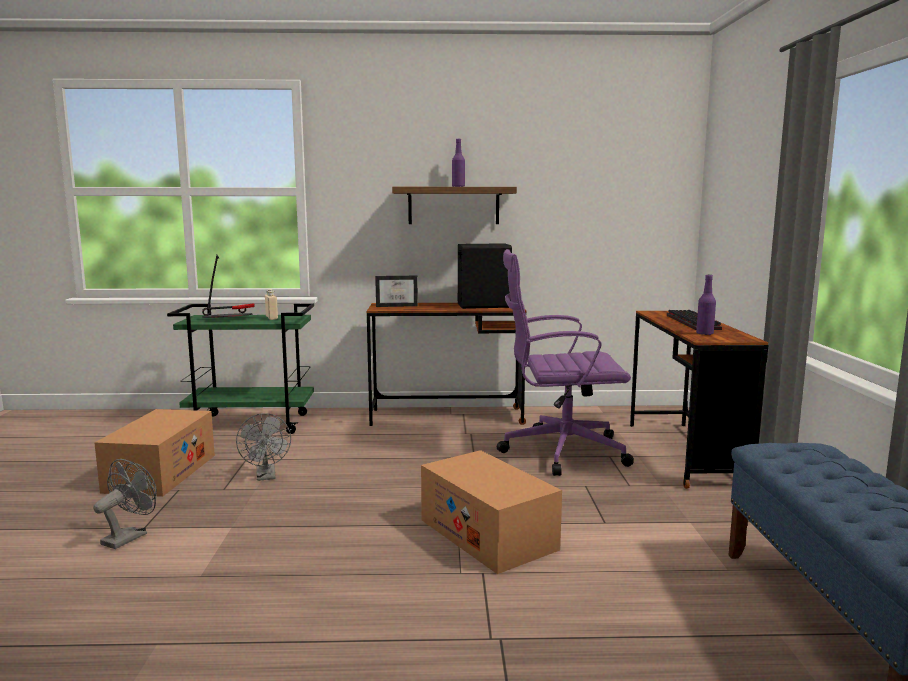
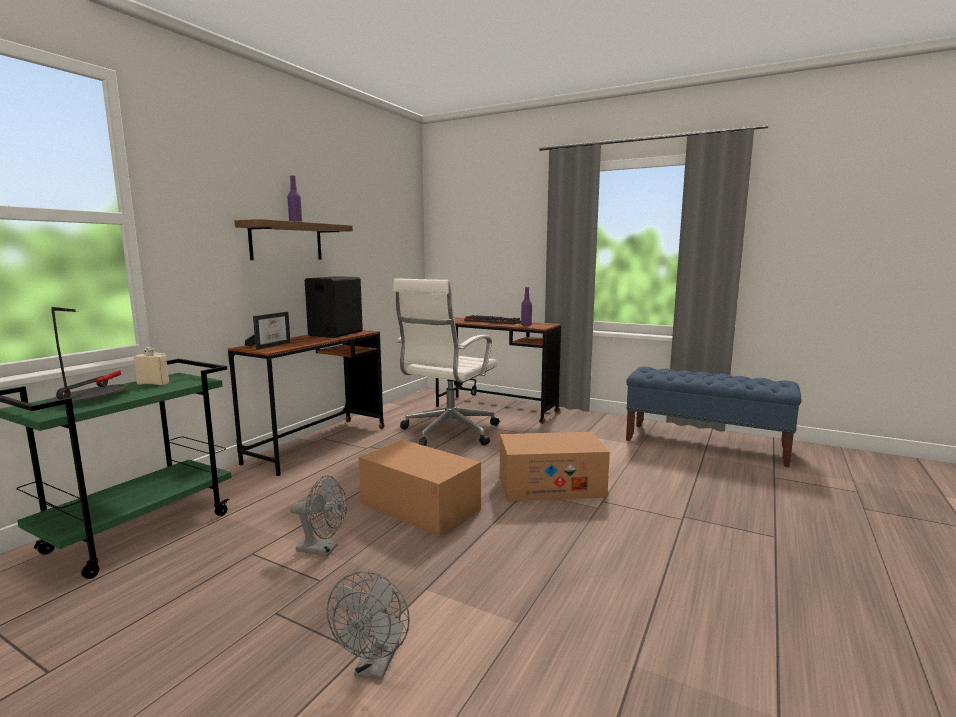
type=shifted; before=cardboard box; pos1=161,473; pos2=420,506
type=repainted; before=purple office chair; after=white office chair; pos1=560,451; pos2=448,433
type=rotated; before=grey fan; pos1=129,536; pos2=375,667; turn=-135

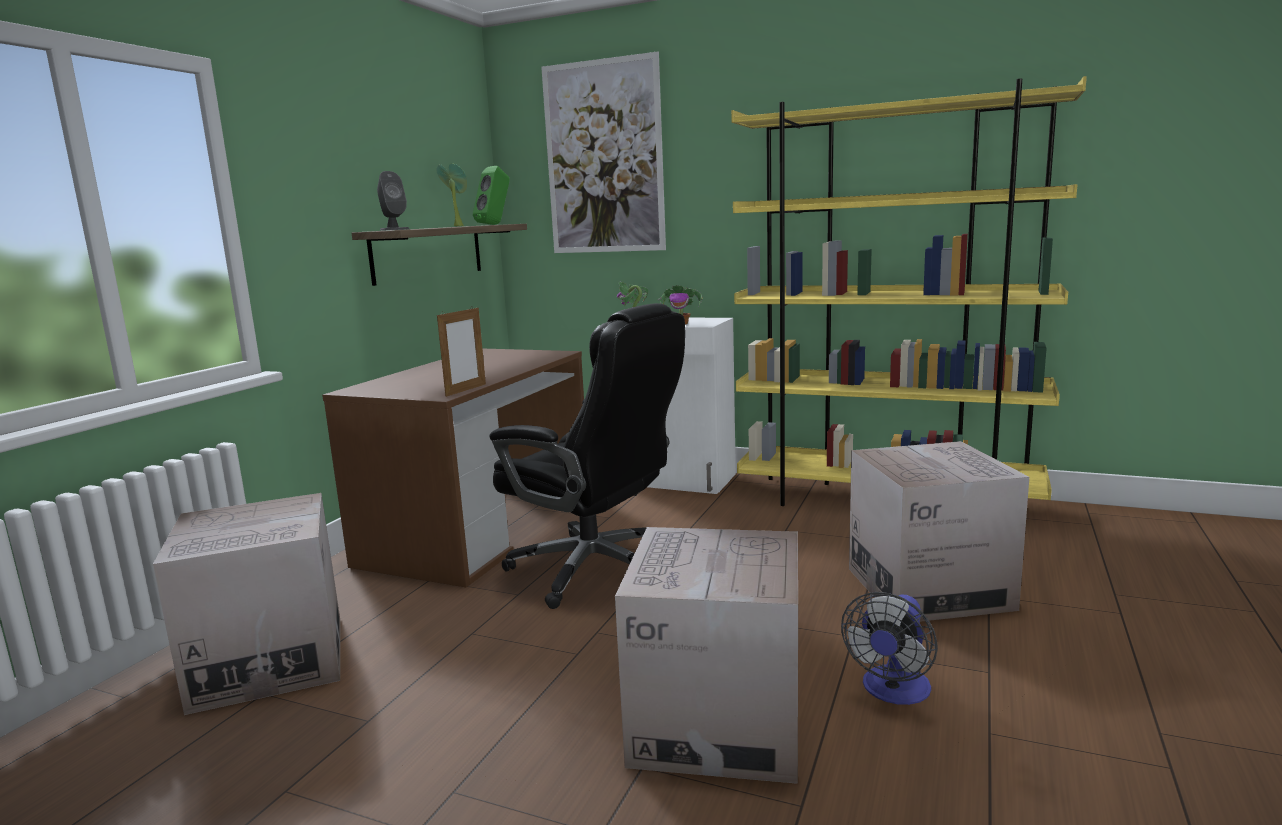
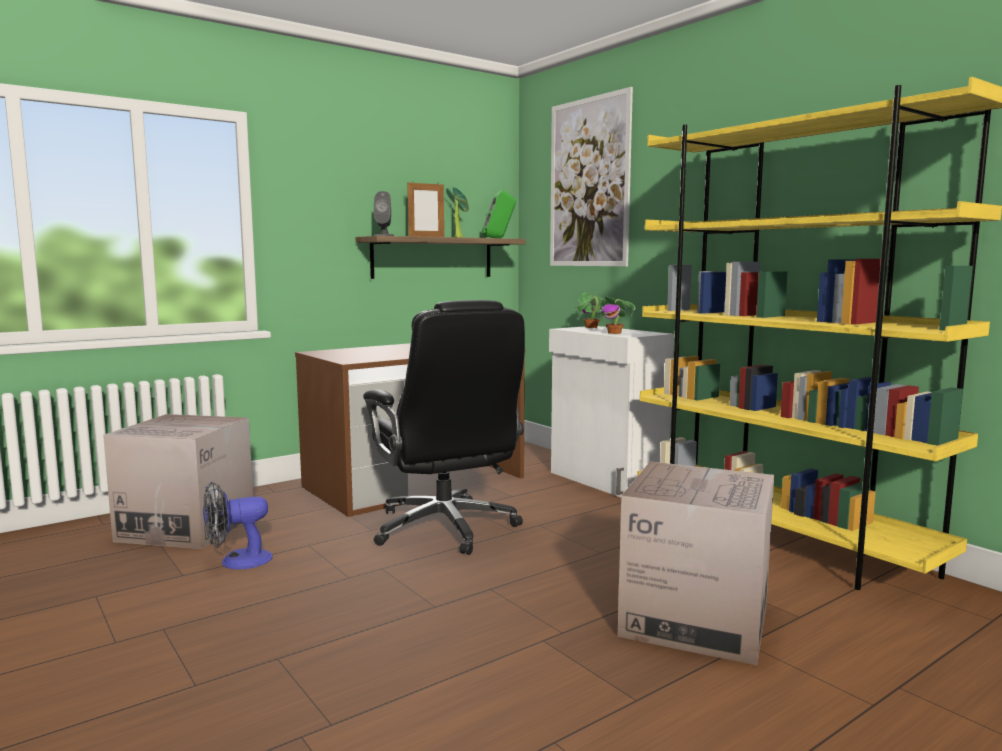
type=gone; before=cardboard box; pos1=717,722
type=shifted; before=picture frame; pos1=466,390; pos2=426,237
type=shifted; before=fan; pos1=893,691; pos2=237,561

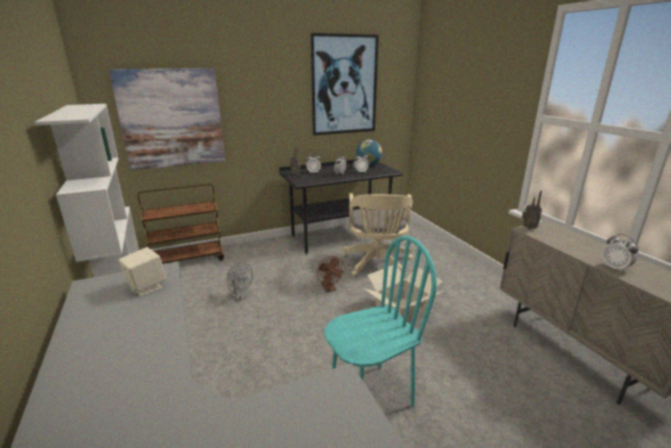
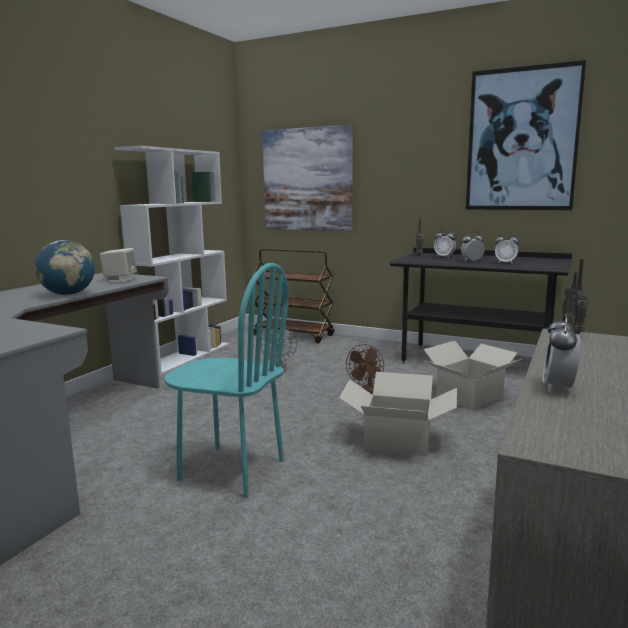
type=shifted; before=globe; pos1=368,165; pos2=68,294
type=swapped; before=beige office chair; after=cardboard box; pos1=377,264; pos2=468,396

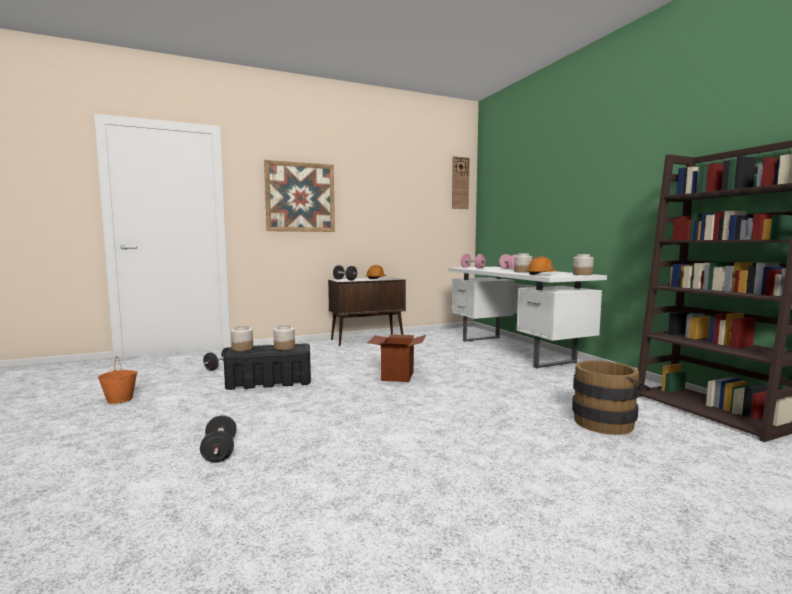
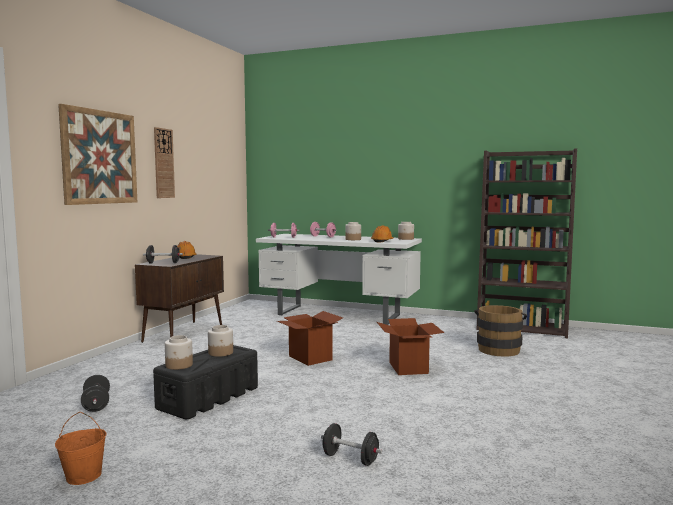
type=new; after=cardboard box; pos2=408,368
type=shifted; before=wall clock; pos1=460,183; pos2=163,163

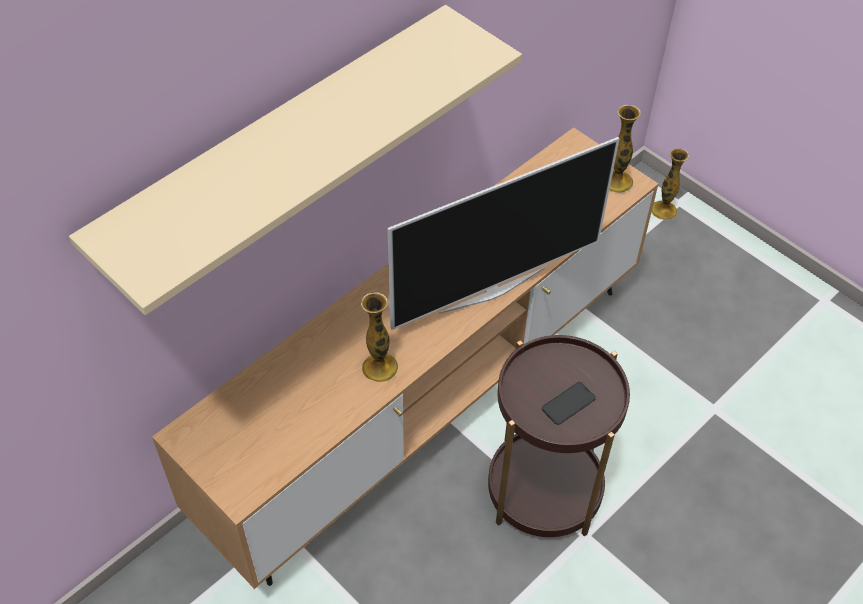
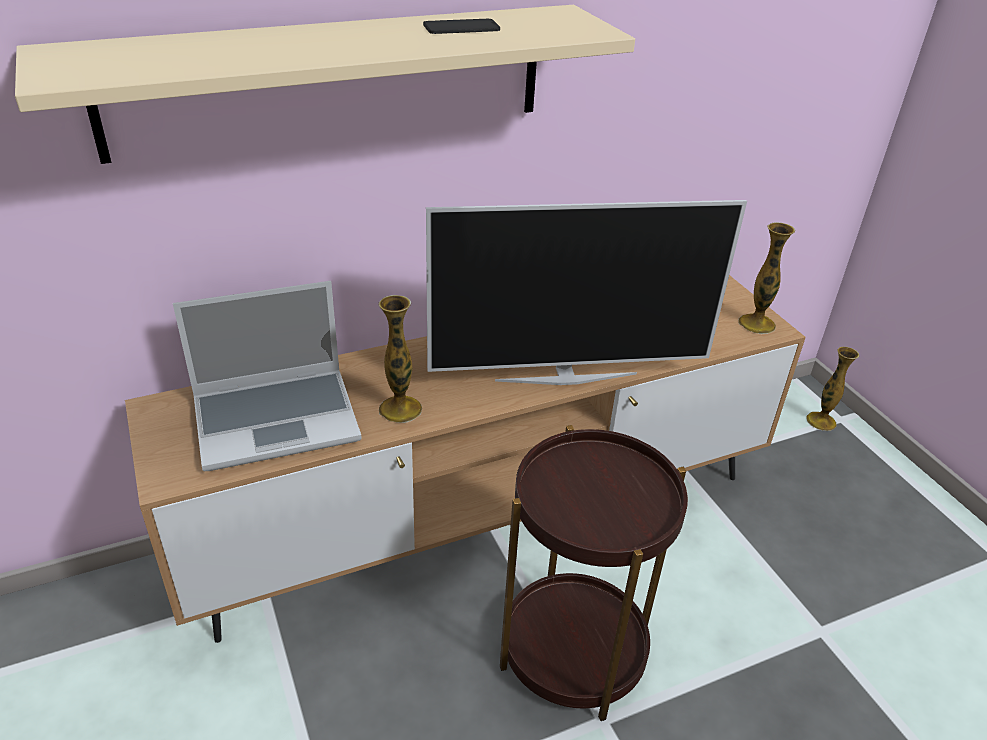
type=new; after=laptop; pos2=278,419
type=shifted; before=phone; pos1=568,403; pos2=461,28

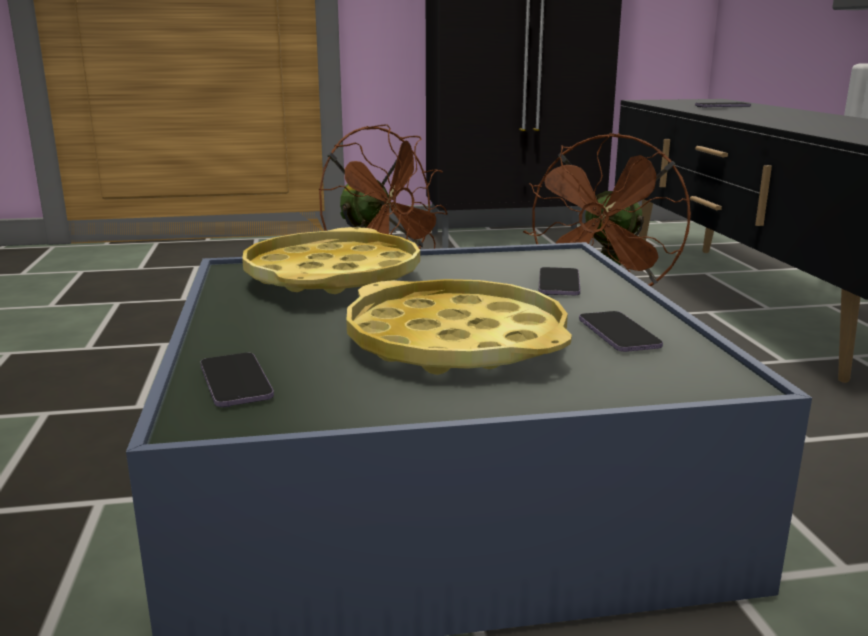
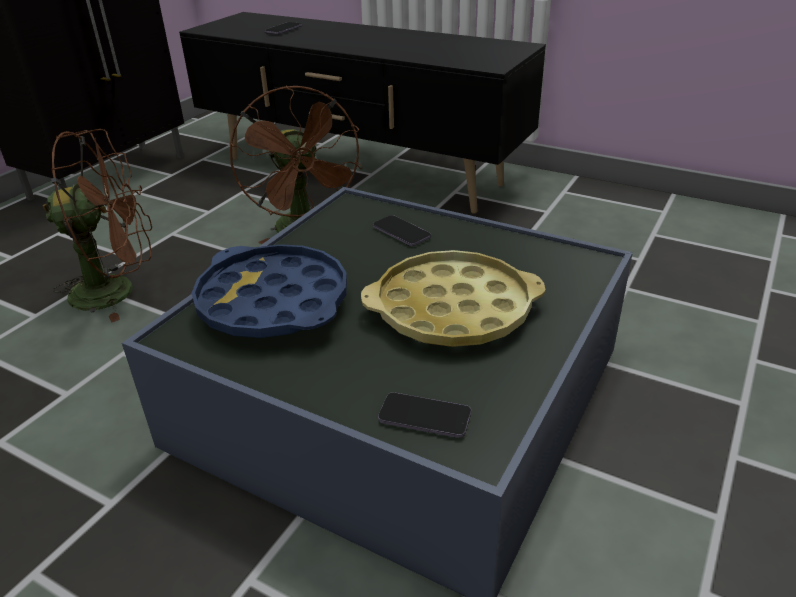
type=gone; before=phone; pos1=618,334
type=repainted; before=yellow tray; after=blue tray; pos1=332,277; pos2=273,302

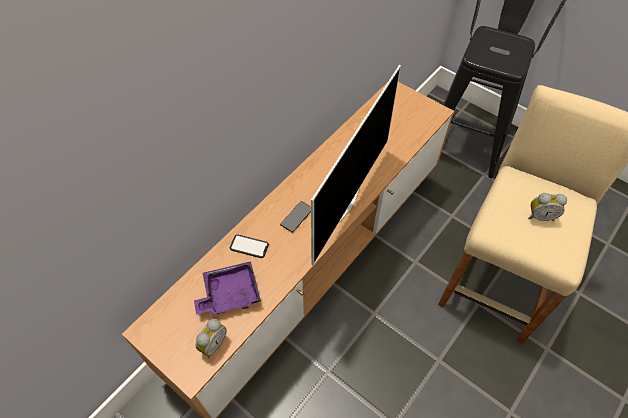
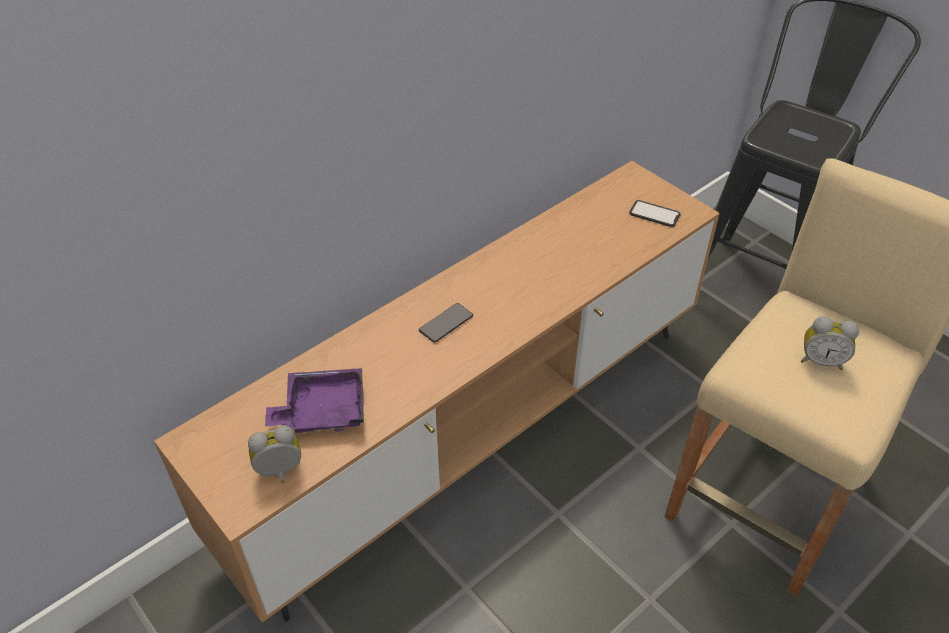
type=gone; before=television; pos1=344,203
type=shifted; before=phone; pos1=249,246; pos2=654,214
type=rotated; before=alarm clock; pos1=212,344; pos2=280,473; turn=-150

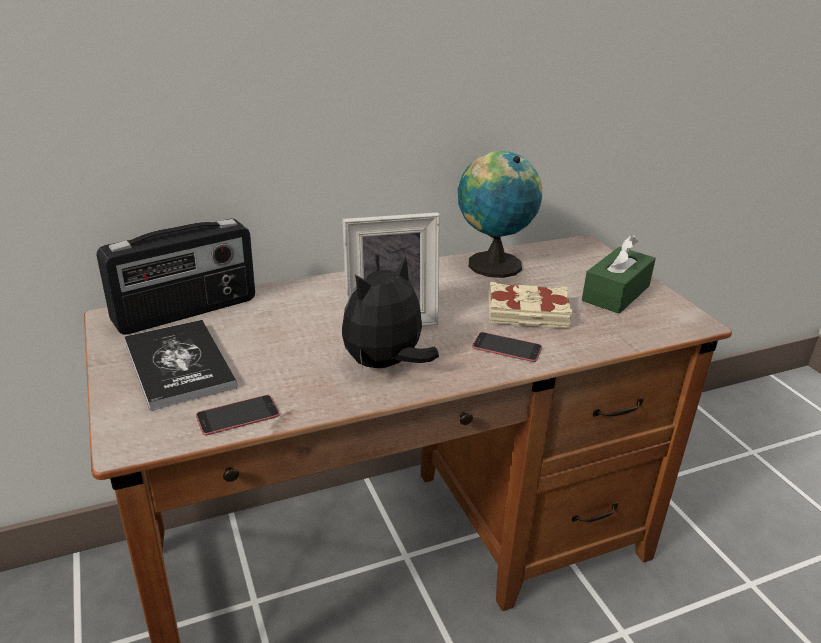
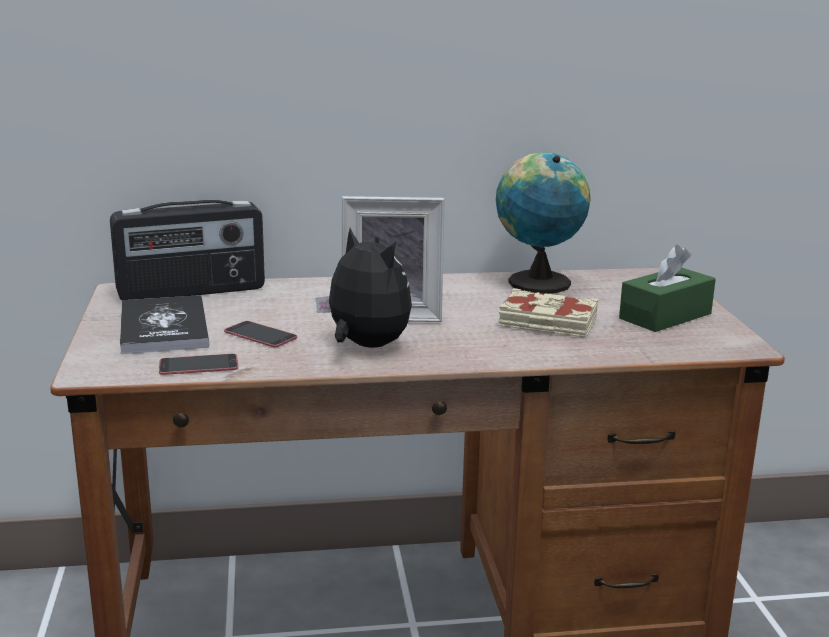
type=shifted; before=phone; pos1=506,347; pos2=260,335
type=rotated; before=plush toy; pos1=385,365; pos2=365,346; turn=75

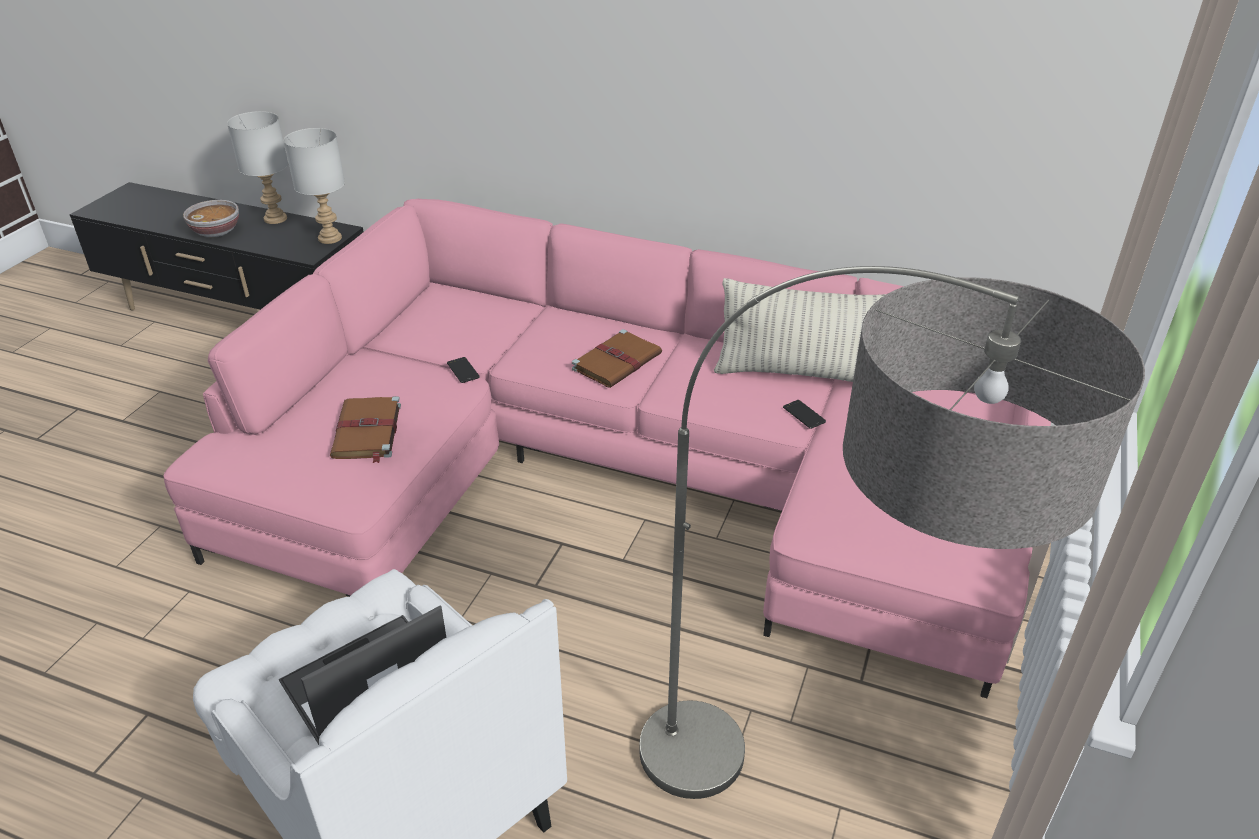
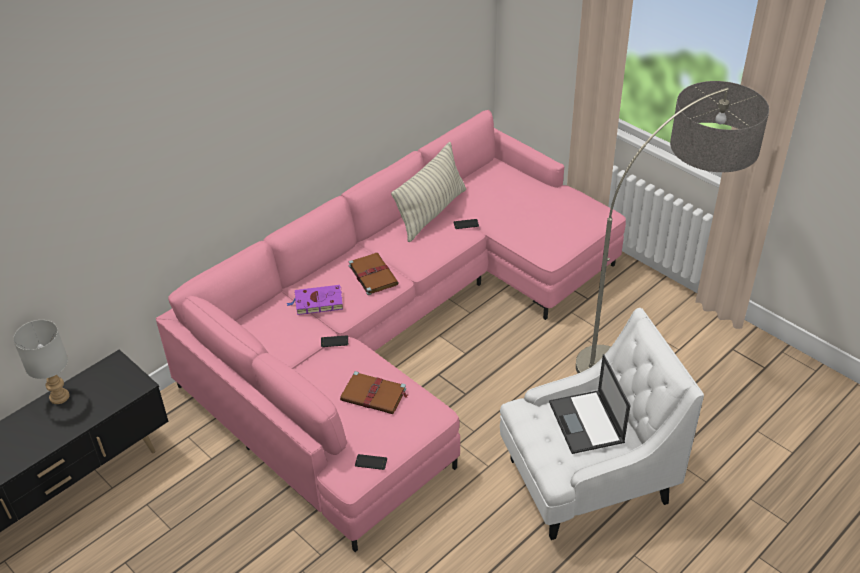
type=gone; before=bowl; pos1=216,231
type=gone; before=grey table lamp; pos1=329,239
type=new; after=purple book; pos2=317,302
type=new; after=phone; pos2=371,462

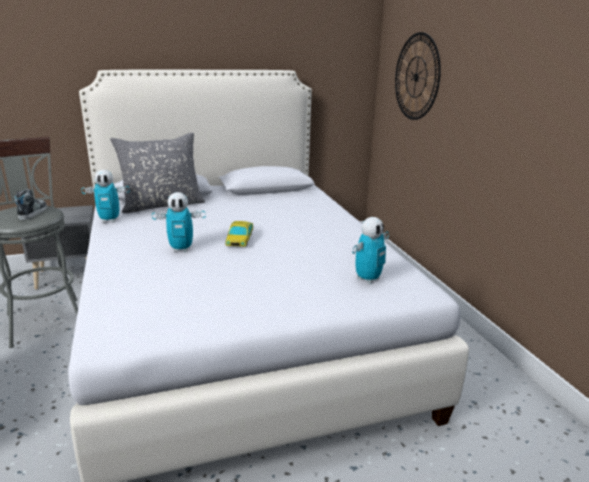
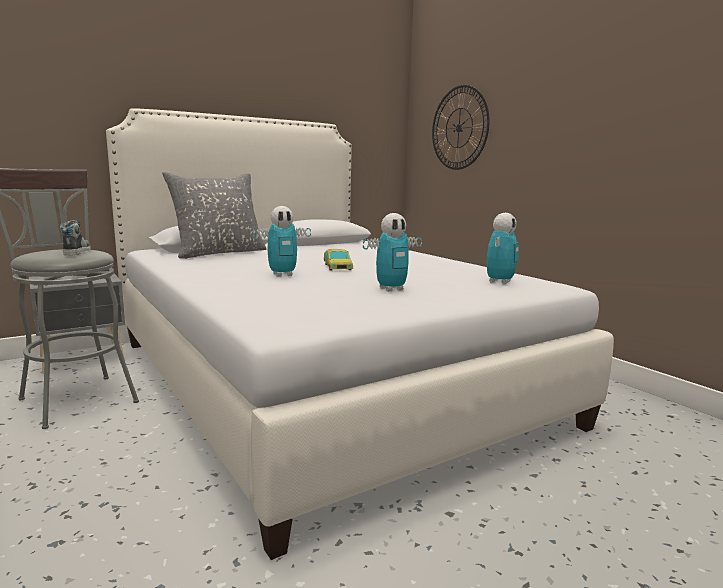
type=shifted; before=toy robot; pos1=109,220; pos2=391,289

